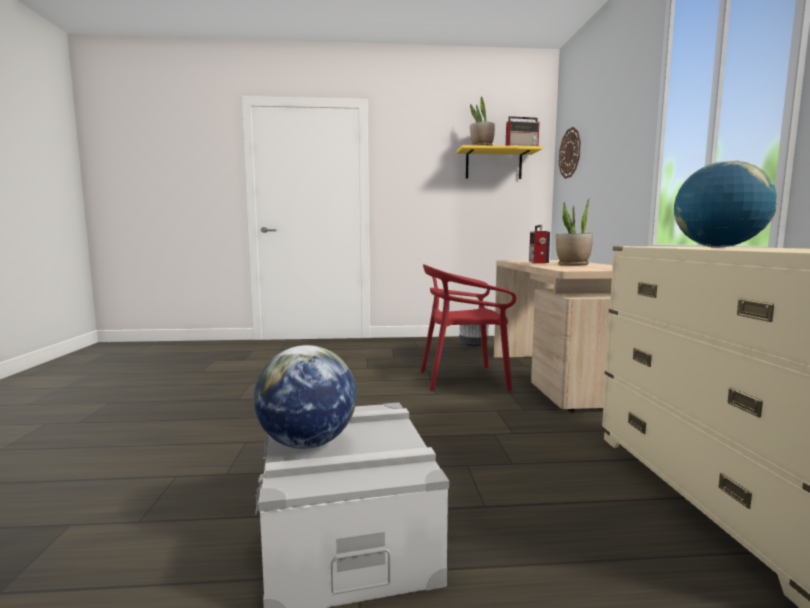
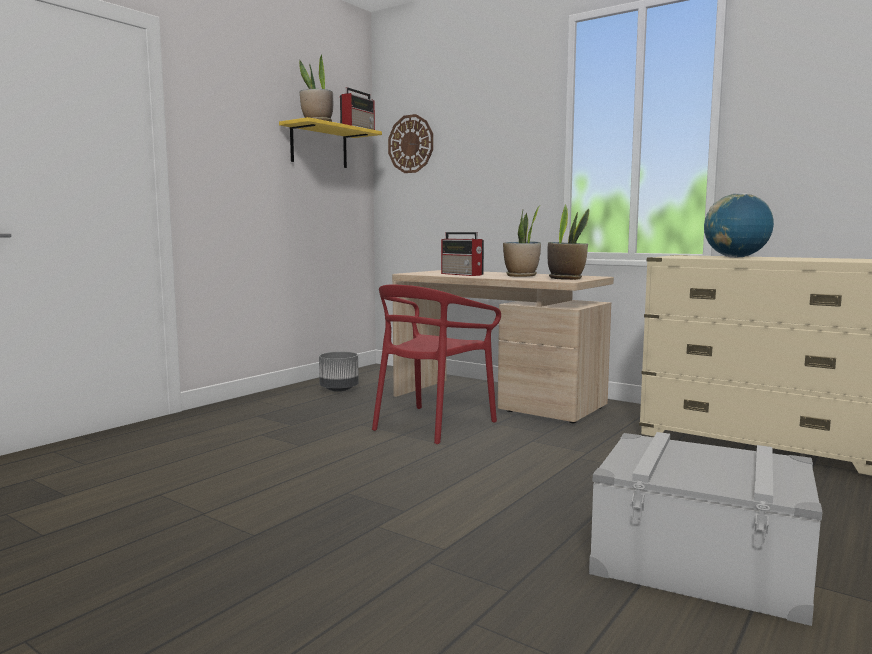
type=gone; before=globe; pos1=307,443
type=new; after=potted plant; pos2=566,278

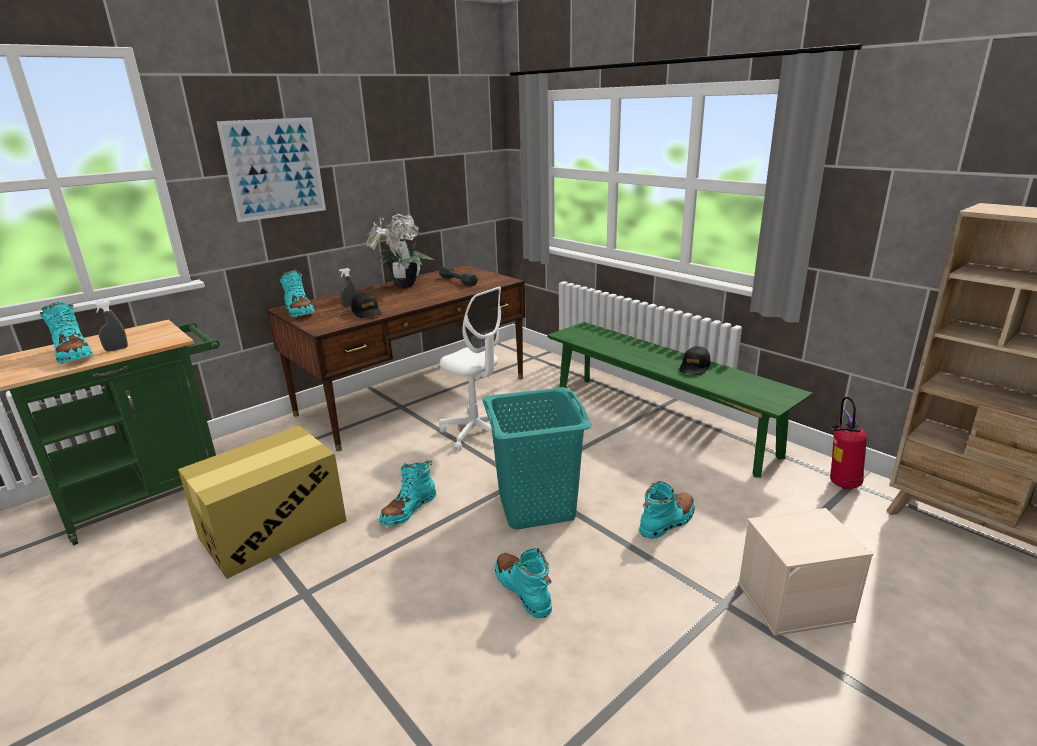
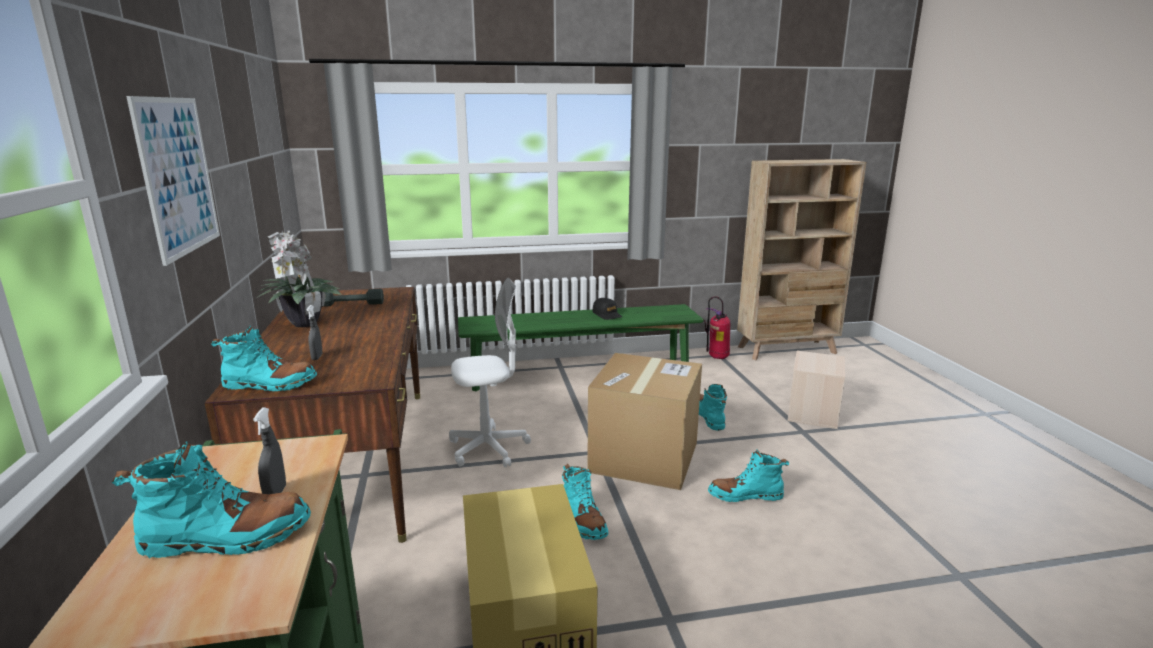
type=gone; before=black cap; pos1=366,312
type=swapped; before=turquoise laundry basket; after=cardboard box; pos1=537,507; pos2=644,457

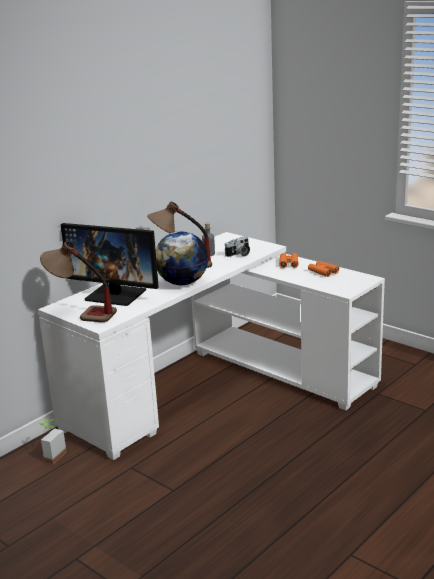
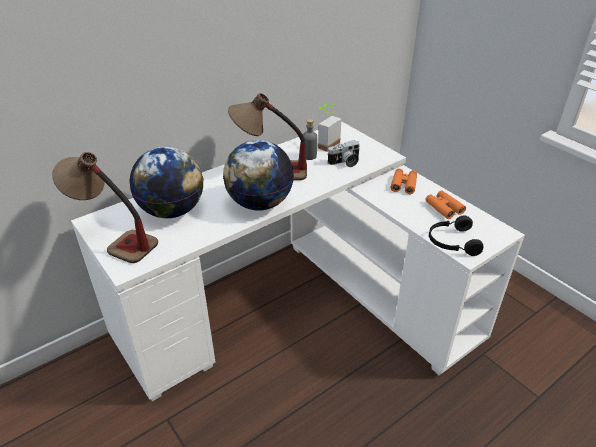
type=new; after=black headphones; pos2=451,242
type=shifted; before=potted plant; pos1=51,456; pos2=325,144
type=swapped; before=monitor; after=globe; pos1=116,295; pos2=172,211

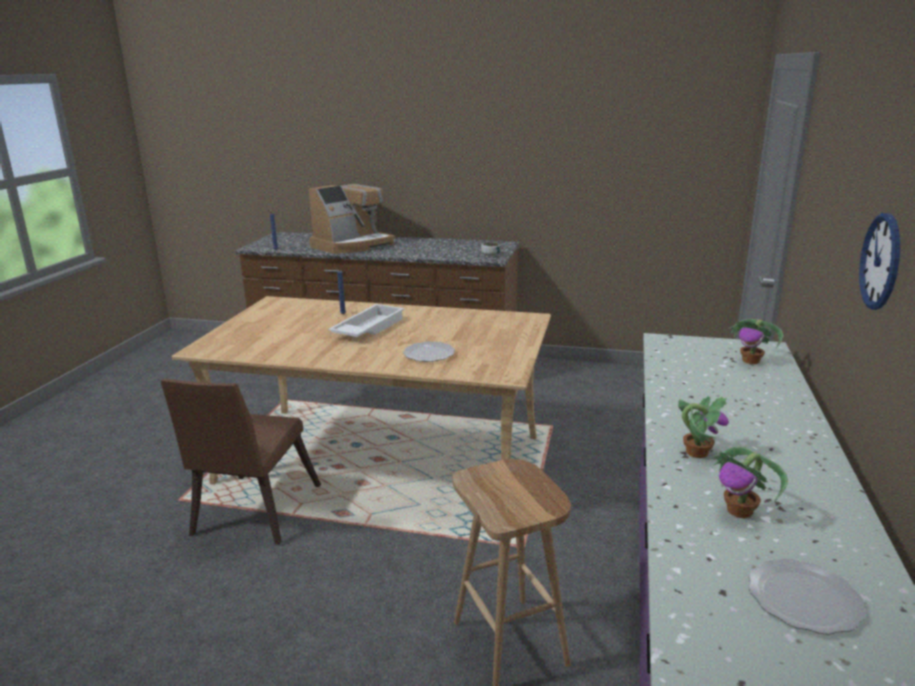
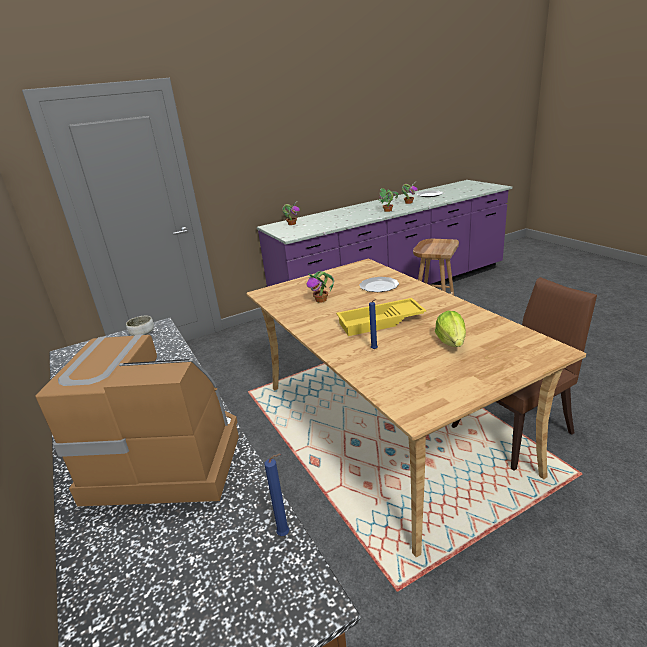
type=gone; before=wall clock; pos1=880,261
type=new; after=potted plant; pos2=321,300
type=new; after=lettuce; pos2=451,342
type=repainted; before=white tray; after=yellow tray; pos1=367,328; pos2=380,322

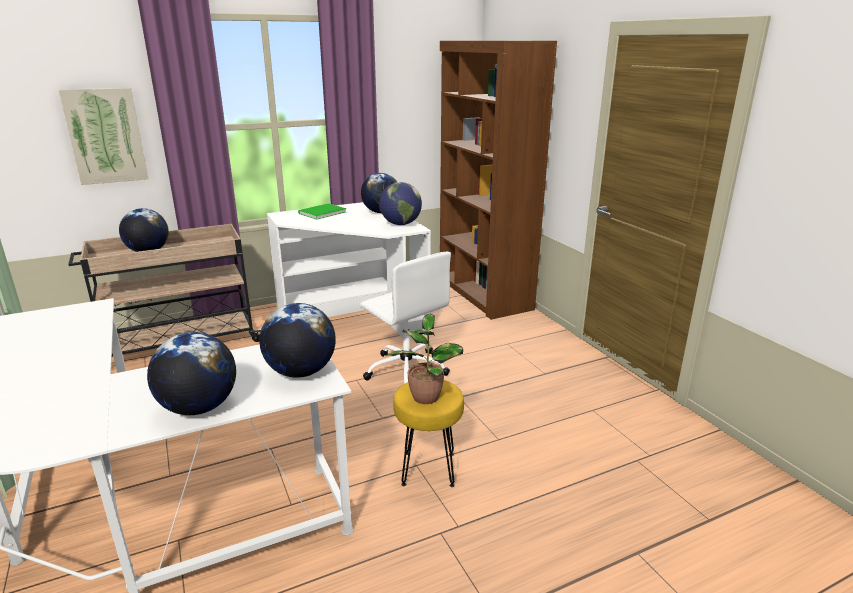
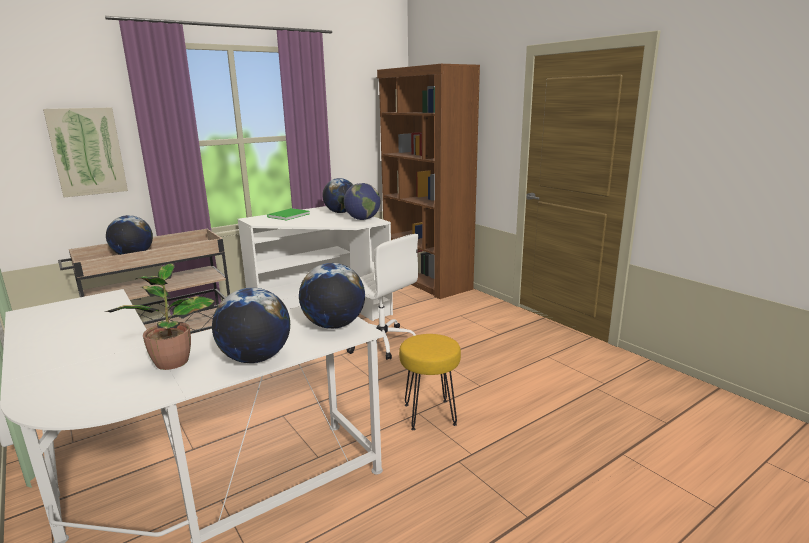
type=shifted; before=potted plant; pos1=425,396; pos2=172,361

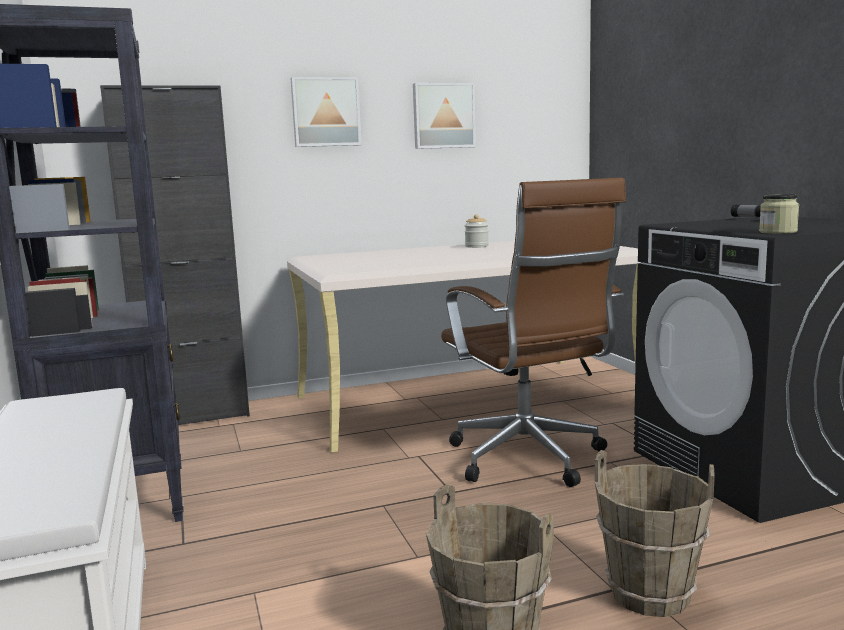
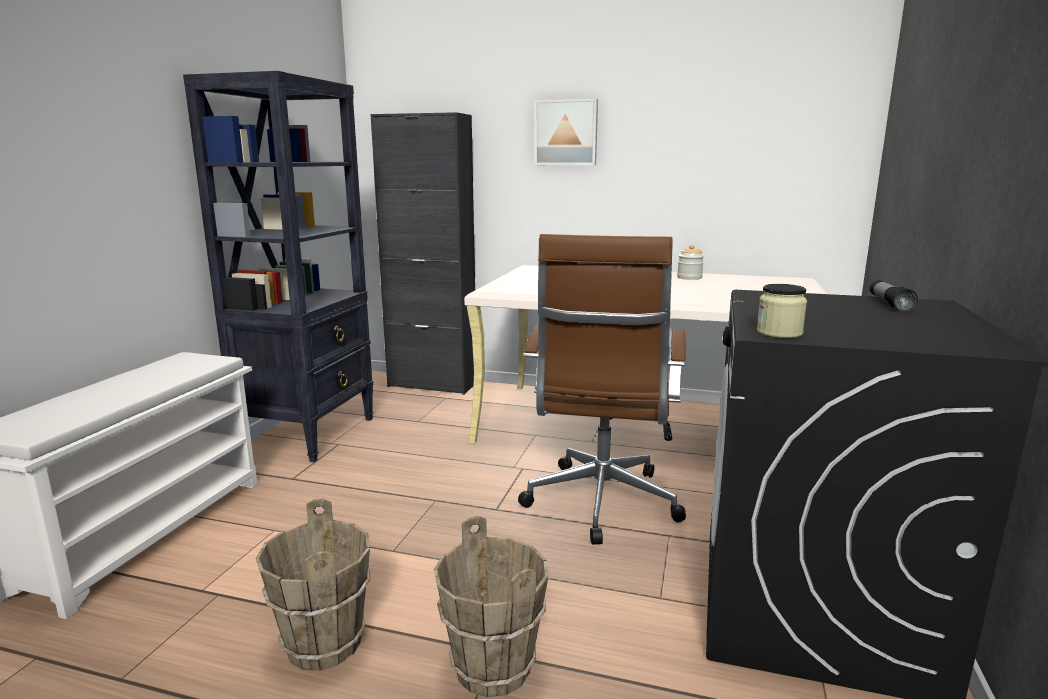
type=gone; before=picture; pos1=443,116

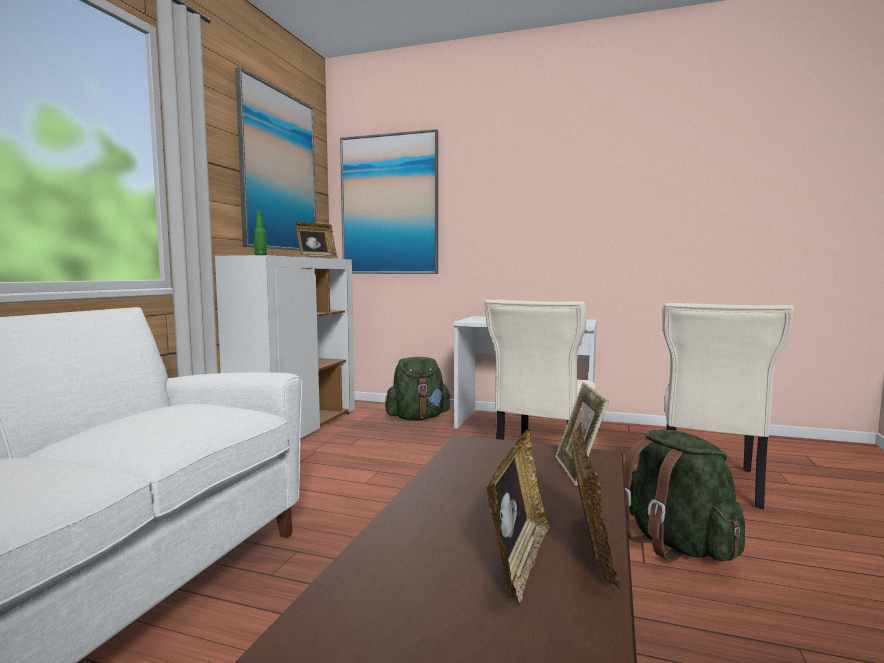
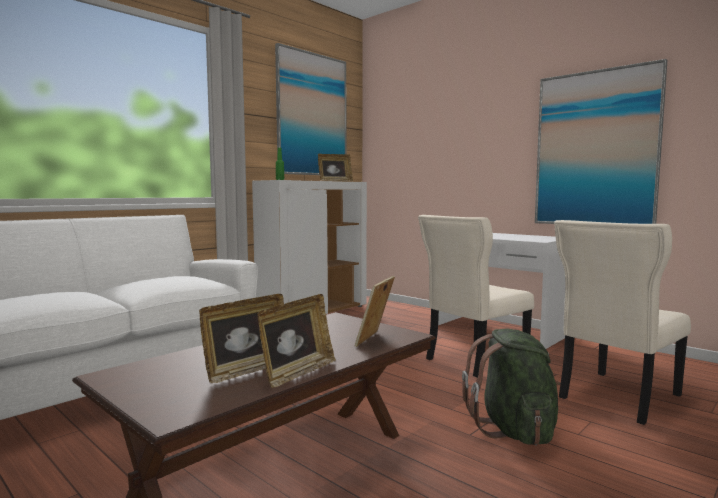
type=gone; before=green backpack; pos1=417,418
type=shifted; before=picture; pos1=389,205; pos2=595,149

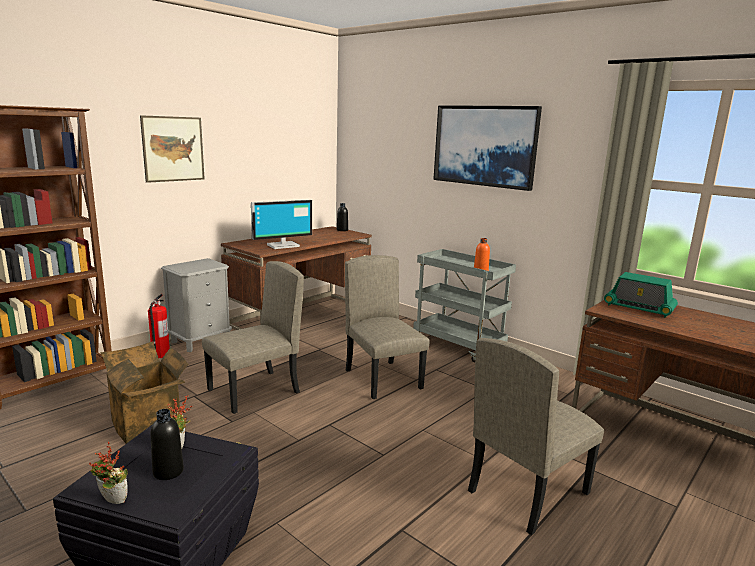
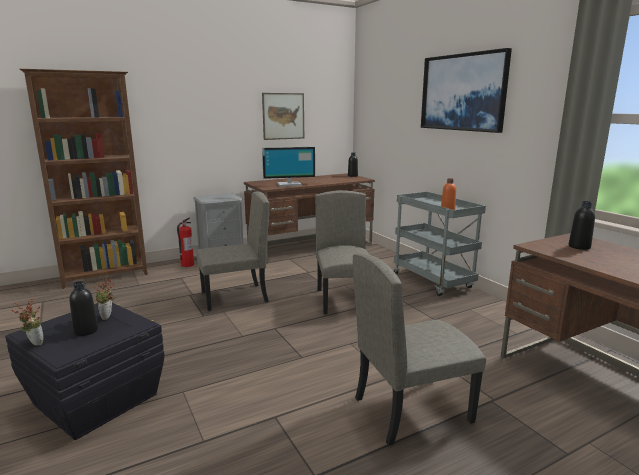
type=gone; before=cardboard box; pos1=150,423
type=shifted; before=picture; pos1=173,149; pos2=283,116
type=swapped; before=radio; after=black bottle; pos1=638,308; pos2=579,247

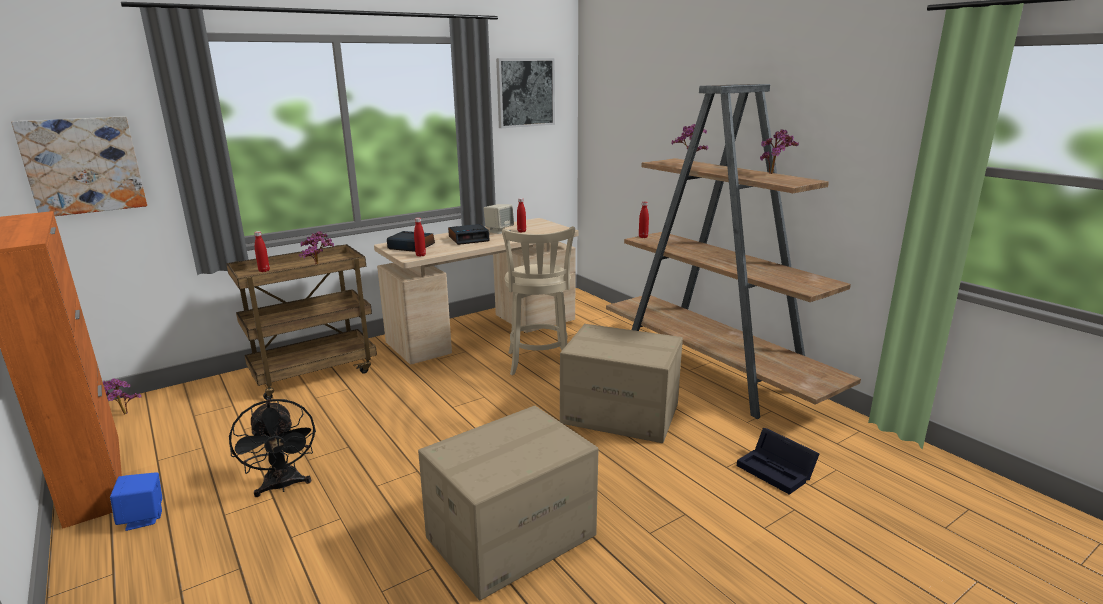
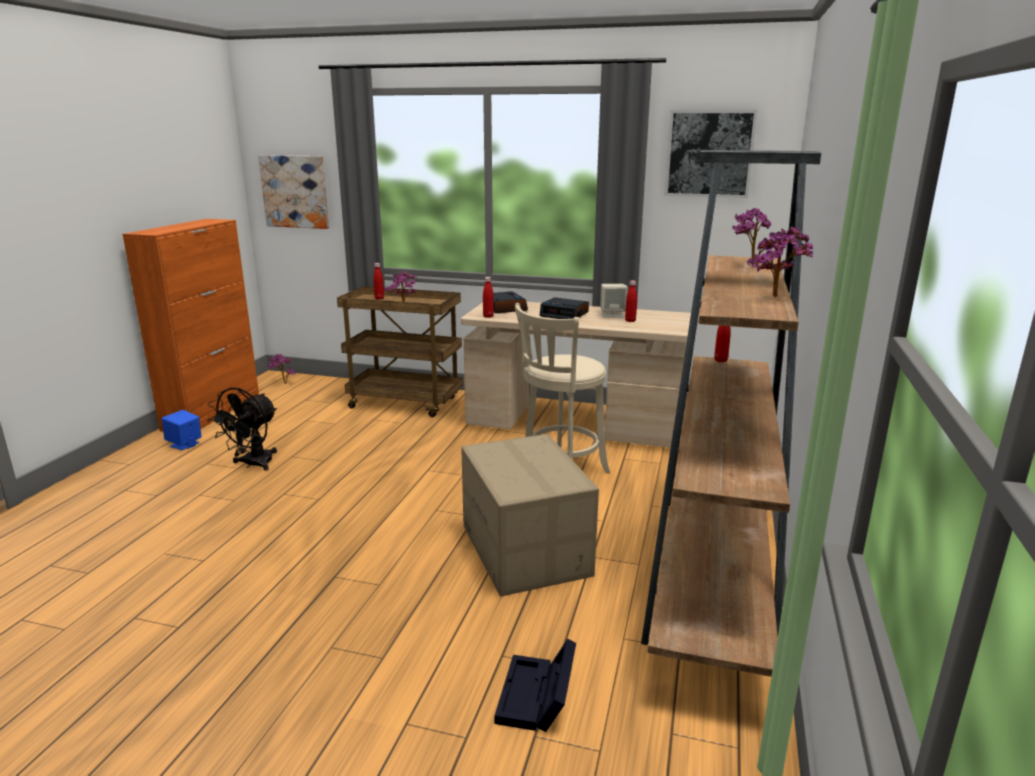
type=gone; before=cardboard box; pos1=511,536

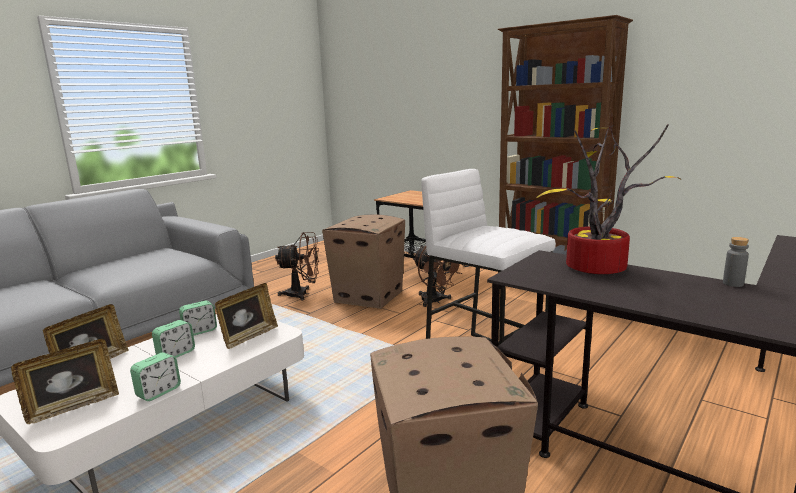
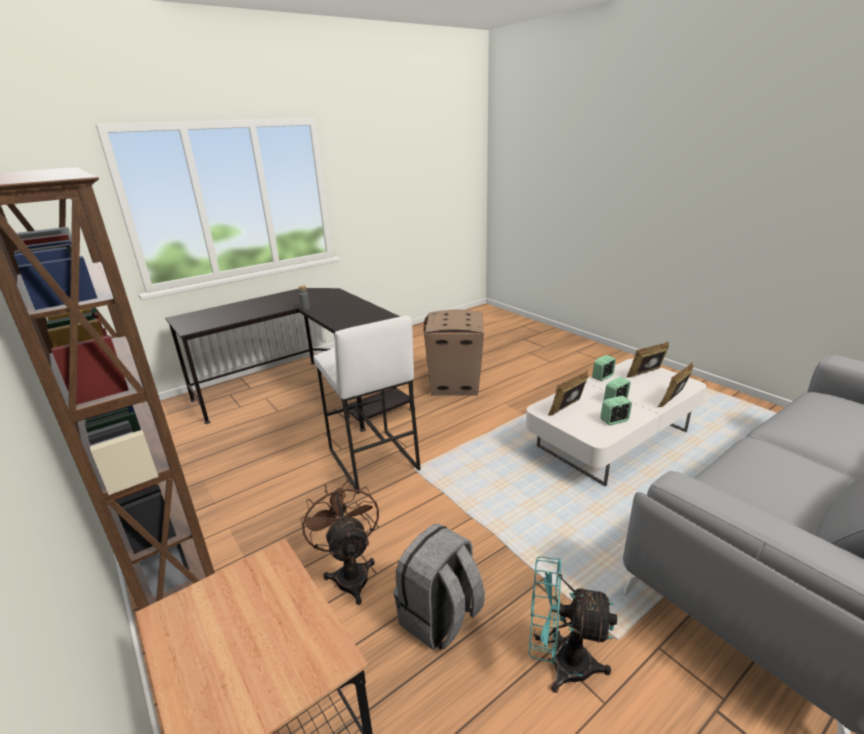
type=gone; before=potted plant; pos1=596,270
type=swapped; before=cardboard box; after=grey backpack; pos1=369,296; pos2=440,618
type=repainted; before=brown fan; after=turquoise fan; pos1=302,294; pos2=560,662

